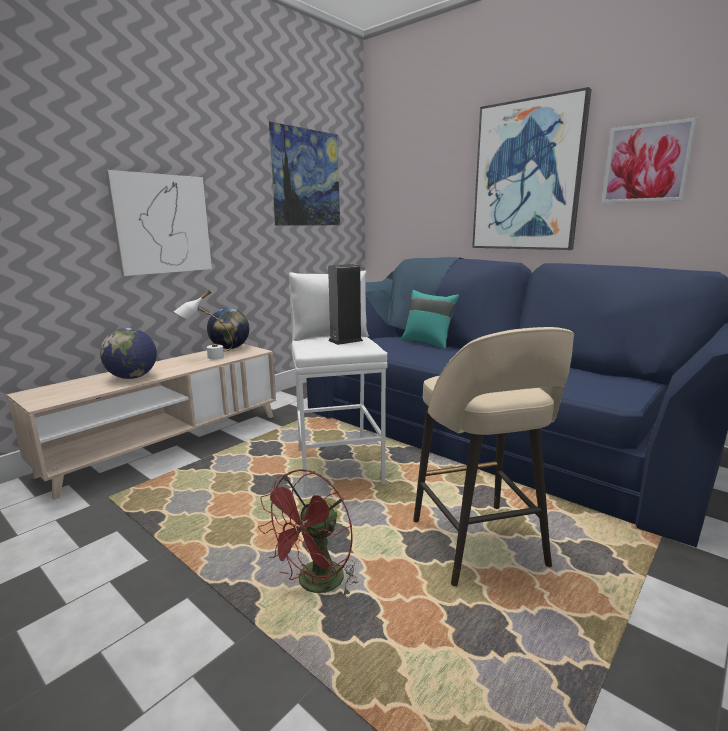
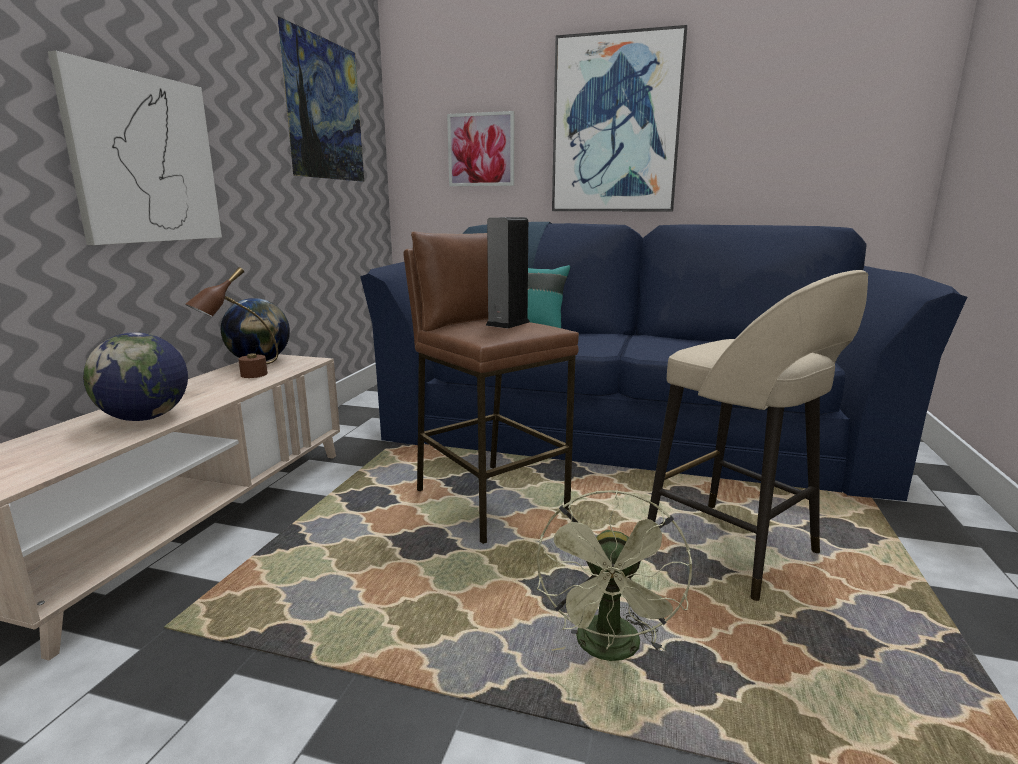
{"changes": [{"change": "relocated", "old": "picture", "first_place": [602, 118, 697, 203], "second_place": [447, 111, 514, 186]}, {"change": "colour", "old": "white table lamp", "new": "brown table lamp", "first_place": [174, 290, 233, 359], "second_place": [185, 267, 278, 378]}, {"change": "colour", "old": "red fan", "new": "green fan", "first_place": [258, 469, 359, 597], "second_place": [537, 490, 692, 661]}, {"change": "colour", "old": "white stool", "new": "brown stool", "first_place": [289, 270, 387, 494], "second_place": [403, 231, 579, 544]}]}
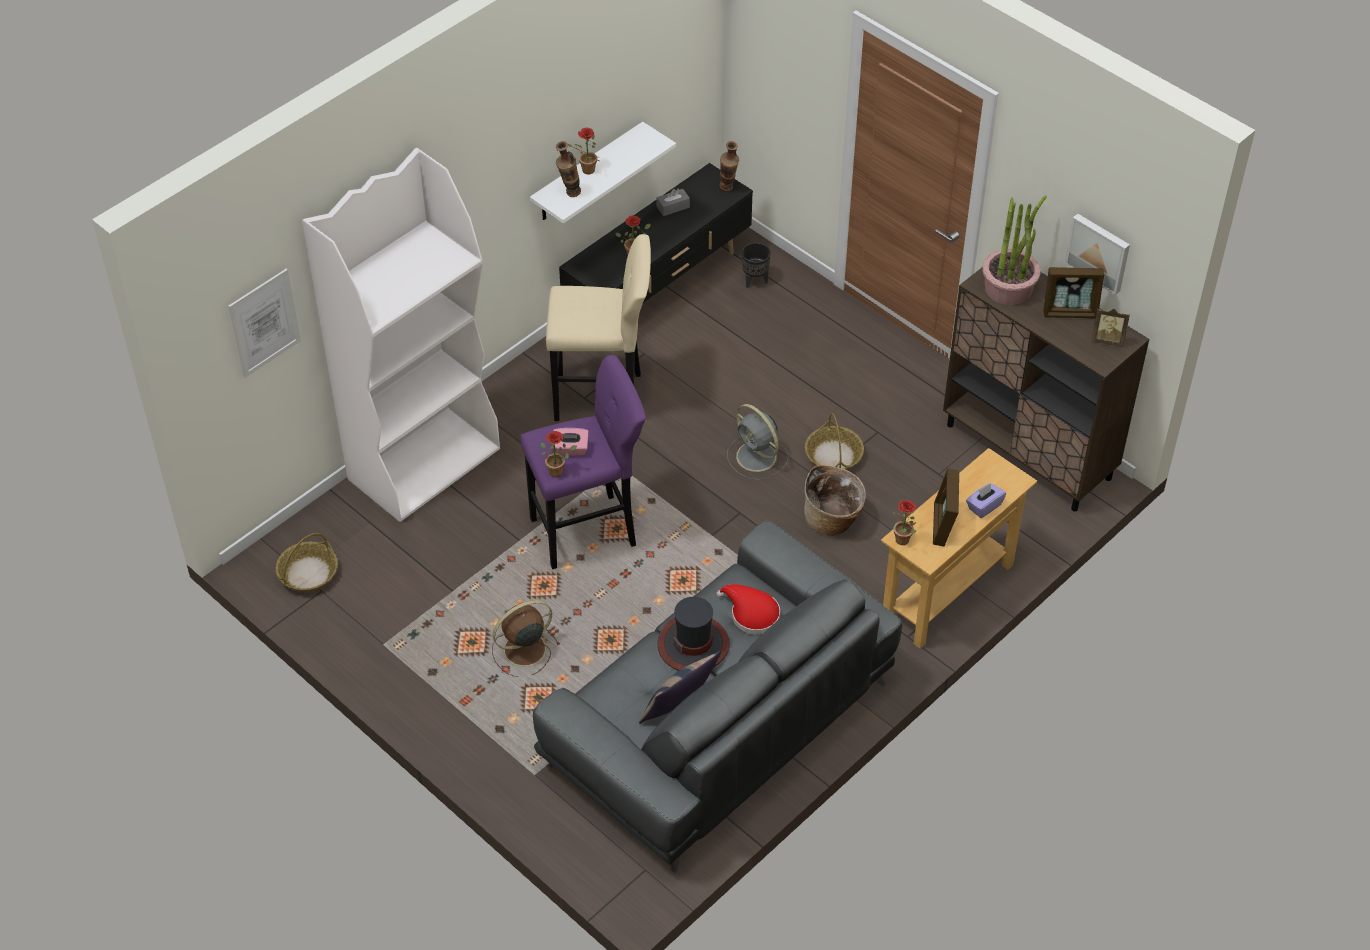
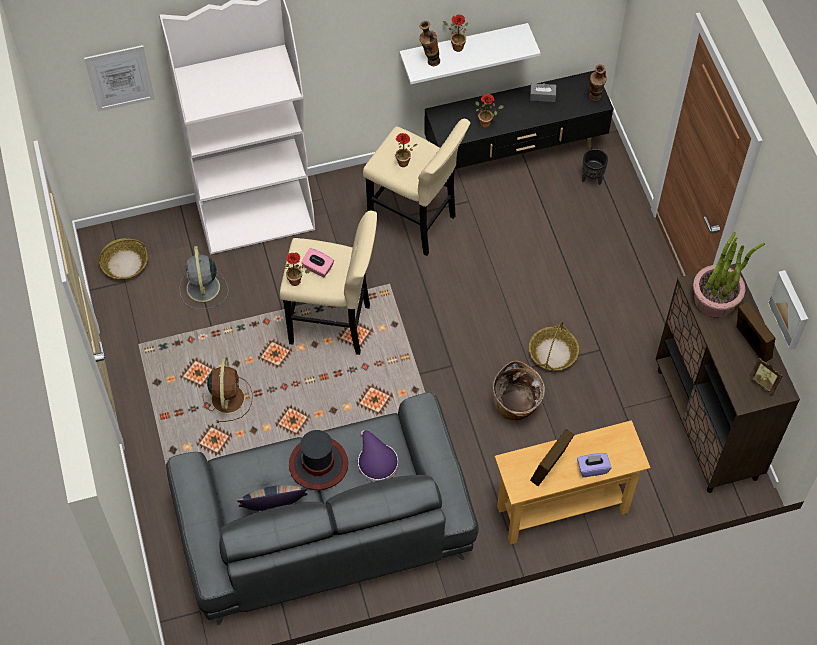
{"changes": [{"change": "relocated", "old": "grey fan", "first_place": [727, 404, 789, 480], "second_place": [180, 246, 229, 309]}, {"change": "relocated", "old": "potted plant", "first_place": [893, 500, 916, 545], "second_place": [395, 133, 417, 167]}, {"change": "colour", "old": "purple stool", "new": "beige stool", "first_place": [520, 355, 646, 569], "second_place": [280, 211, 377, 355]}, {"change": "colour", "old": "red hat", "new": "purple hat", "first_place": [717, 584, 780, 635], "second_place": [358, 431, 398, 482]}, {"change": "spun", "old": "brown fan", "first_place": [492, 600, 560, 677], "second_place": [203, 357, 253, 423], "degrees": 90}, {"change": "spun", "old": "picture frame", "first_place": [1043, 267, 1104, 319], "second_place": [736, 301, 776, 362], "degrees": -150}]}
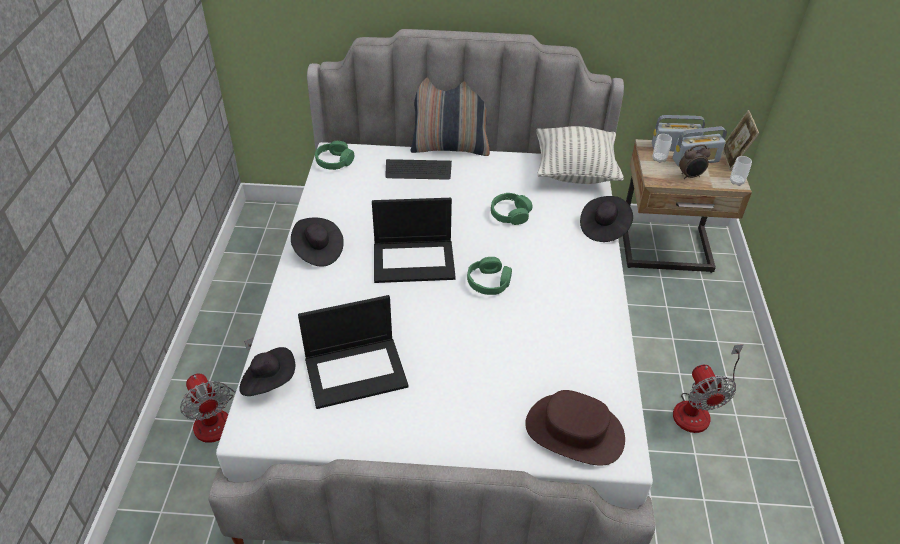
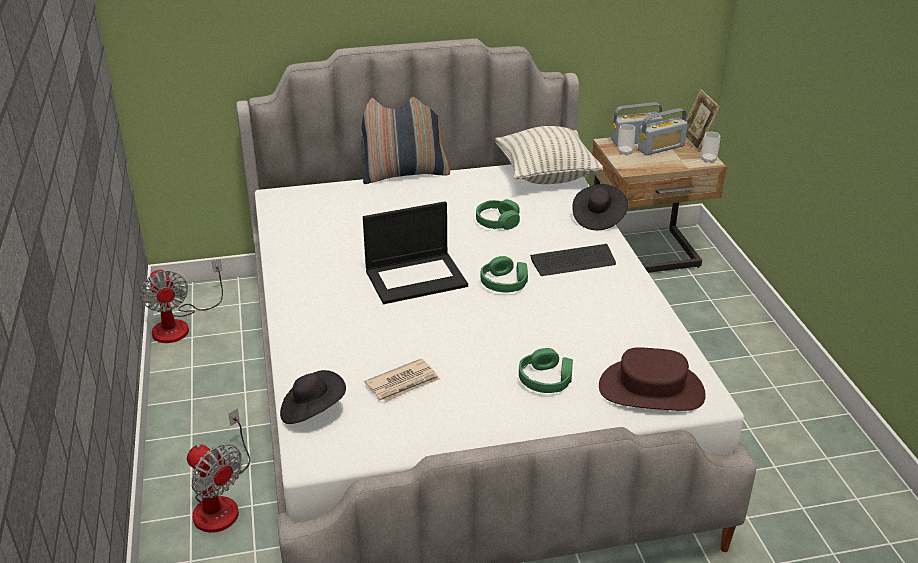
{"changes": [{"change": "missing", "old": "black hat", "first_place": [291, 217, 344, 267]}, {"change": "missing", "old": "alarm clock", "first_place": [679, 144, 711, 179]}, {"change": "relocated", "old": "green headphones", "first_place": [315, 141, 354, 170], "second_place": [519, 348, 573, 393]}, {"change": "relocated", "old": "keyboard", "first_place": [386, 159, 452, 180], "second_place": [530, 244, 616, 276]}, {"change": "relocated", "old": "fan", "first_place": [673, 344, 744, 433], "second_place": [140, 259, 223, 343]}, {"change": "exchanged", "old": "laptop", "new": "newspaper", "first_place": [298, 295, 409, 409], "second_place": [364, 358, 440, 403]}]}
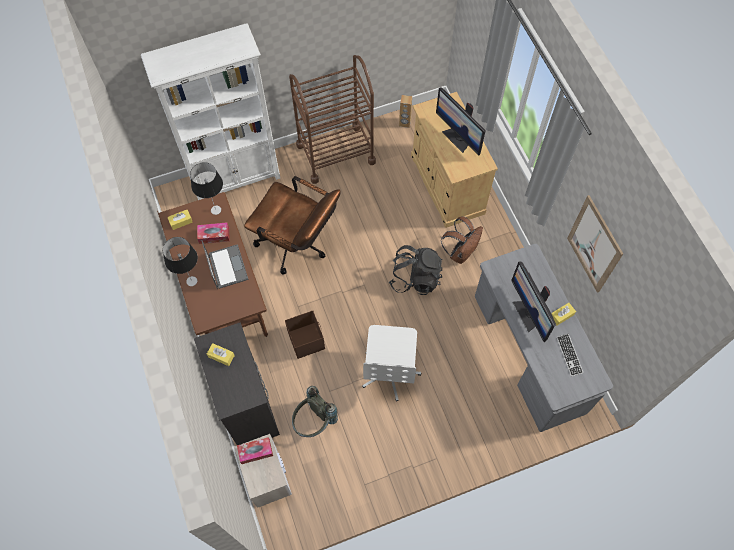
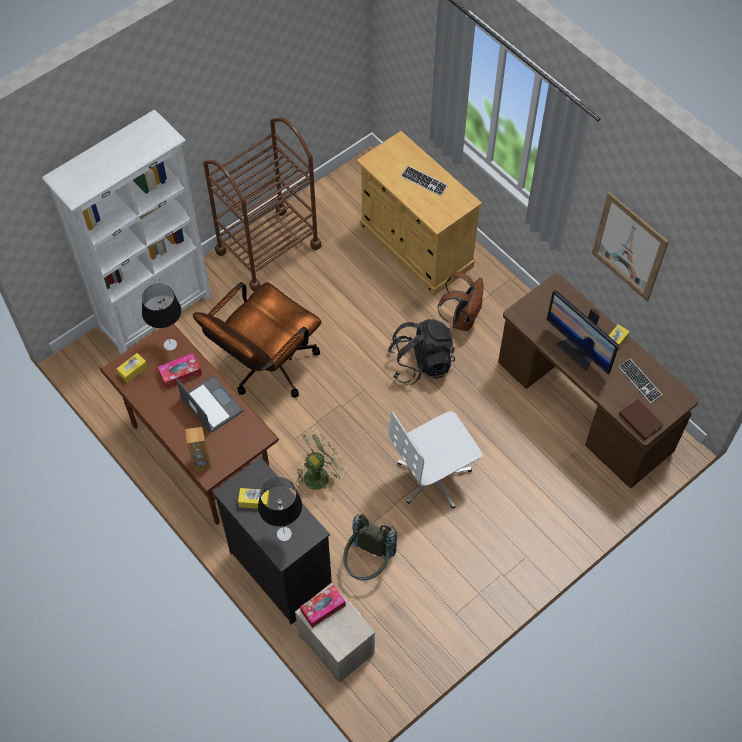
{"changes": [{"change": "appeared", "new": "brown book", "second_place": [619, 399, 663, 440]}, {"change": "relocated", "old": "table lamp", "first_place": [163, 237, 198, 286], "second_place": [258, 477, 302, 541]}, {"change": "relocated", "old": "brown speaker", "first_place": [399, 95, 412, 128], "second_place": [185, 427, 211, 471]}, {"change": "exchanged", "old": "brown storage box", "new": "green fan", "first_place": [285, 311, 325, 359], "second_place": [296, 428, 348, 490]}, {"change": "exchanged", "old": "monitor", "new": "keyboard", "first_place": [436, 88, 486, 156], "second_place": [401, 166, 448, 196]}, {"change": "colour", "old": "grey desk", "new": "brown desk", "first_place": [475, 244, 613, 432], "second_place": [498, 273, 699, 488]}, {"change": "spun", "old": "brown office chair", "first_place": [244, 176, 340, 275], "second_place": [193, 282, 321, 398], "degrees": 120}, {"change": "spun", "old": "white office chair", "first_place": [362, 325, 421, 402], "second_place": [389, 411, 482, 509], "degrees": 75}]}
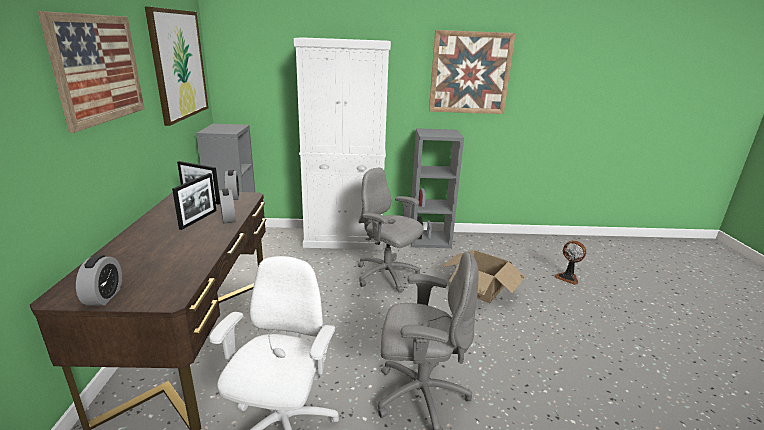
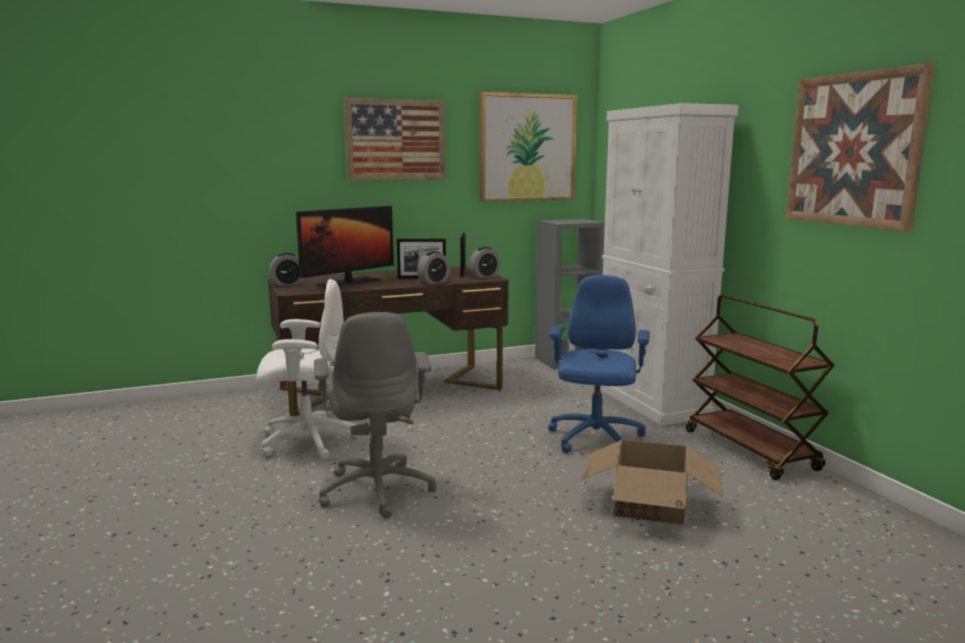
{"changes": [{"change": "missing", "old": "fan", "first_place": [554, 241, 586, 285]}, {"change": "appeared", "new": "monitor", "second_place": [296, 206, 394, 288]}, {"change": "exchanged", "old": "grey bookcase", "new": "brown cart", "first_place": [411, 128, 464, 248], "second_place": [686, 295, 835, 480]}, {"change": "colour", "old": "grey office chair", "new": "blue office chair", "first_place": [358, 168, 424, 293], "second_place": [548, 275, 649, 453]}]}
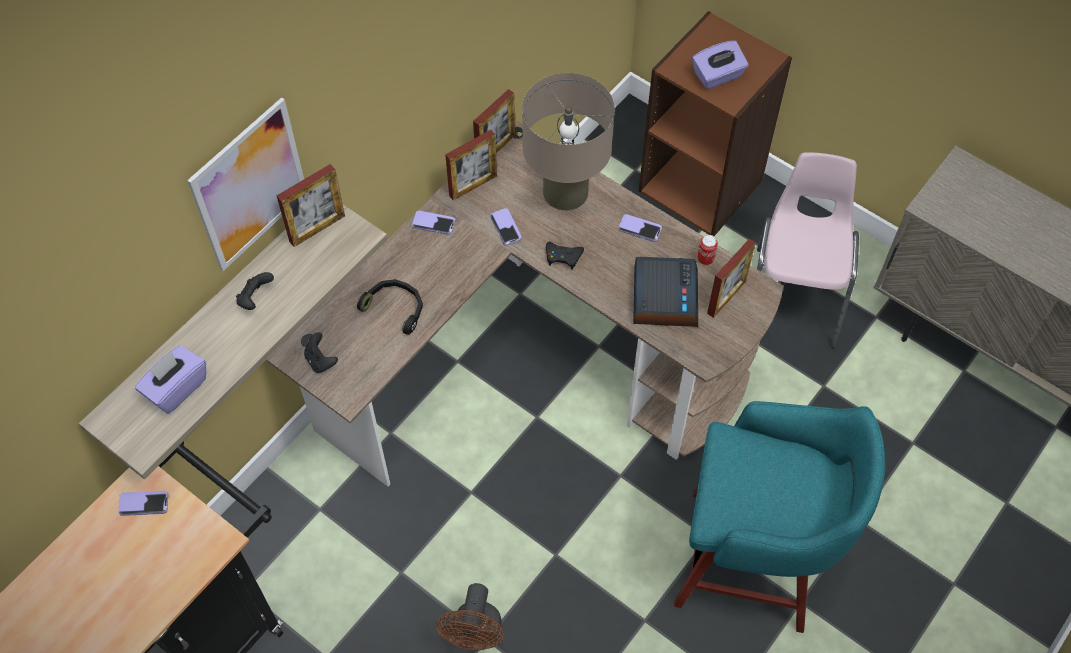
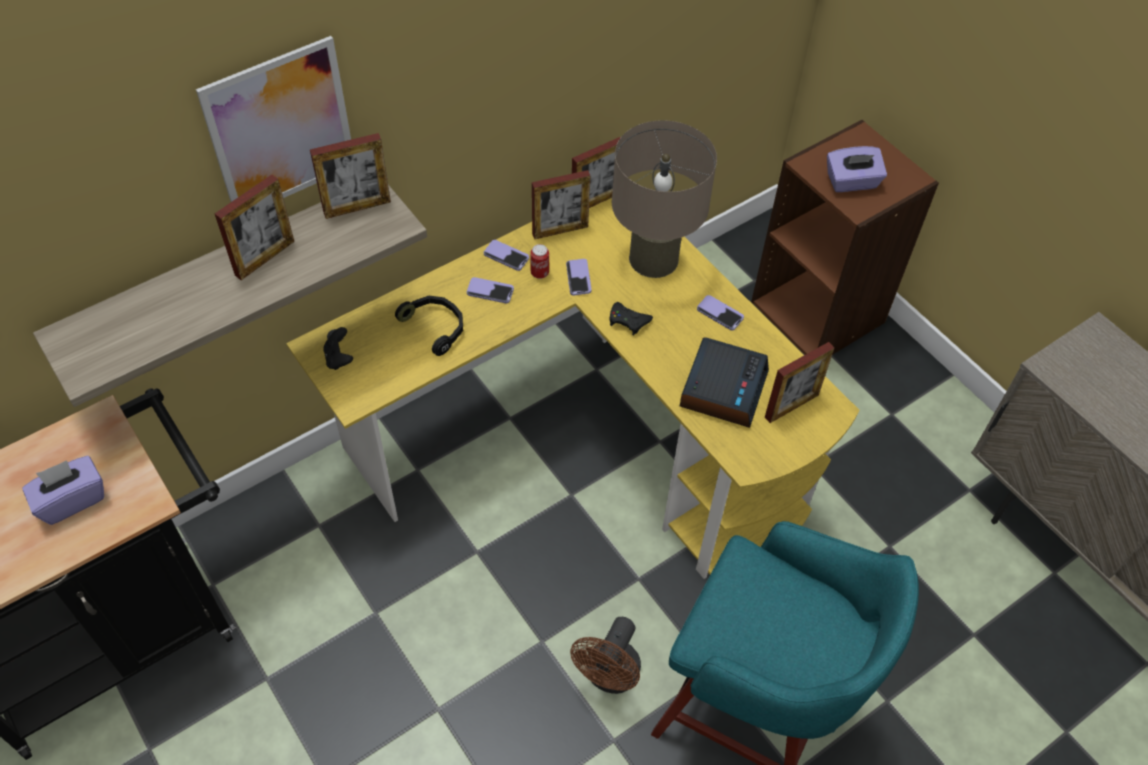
{"changes": [{"change": "missing", "old": "pink chair", "first_place": [757, 152, 859, 348]}, {"change": "relocated", "old": "phone", "first_place": [118, 491, 168, 516], "second_place": [467, 277, 514, 303]}, {"change": "relocated", "old": "purple tissue box", "first_place": [135, 345, 206, 414], "second_place": [22, 456, 104, 525]}, {"change": "relocated", "old": "brown fan", "first_place": [436, 583, 504, 650], "second_place": [570, 617, 641, 694]}, {"change": "relocated", "old": "can", "first_place": [697, 235, 718, 265], "second_place": [530, 244, 549, 279]}, {"change": "exchanged", "old": "black game controller", "new": "picture frame", "first_place": [236, 272, 274, 310], "second_place": [215, 175, 294, 280]}, {"change": "colour", "old": "brown desk", "new": "yellow desk", "first_place": [266, 120, 783, 486], "second_place": [286, 198, 859, 579]}]}
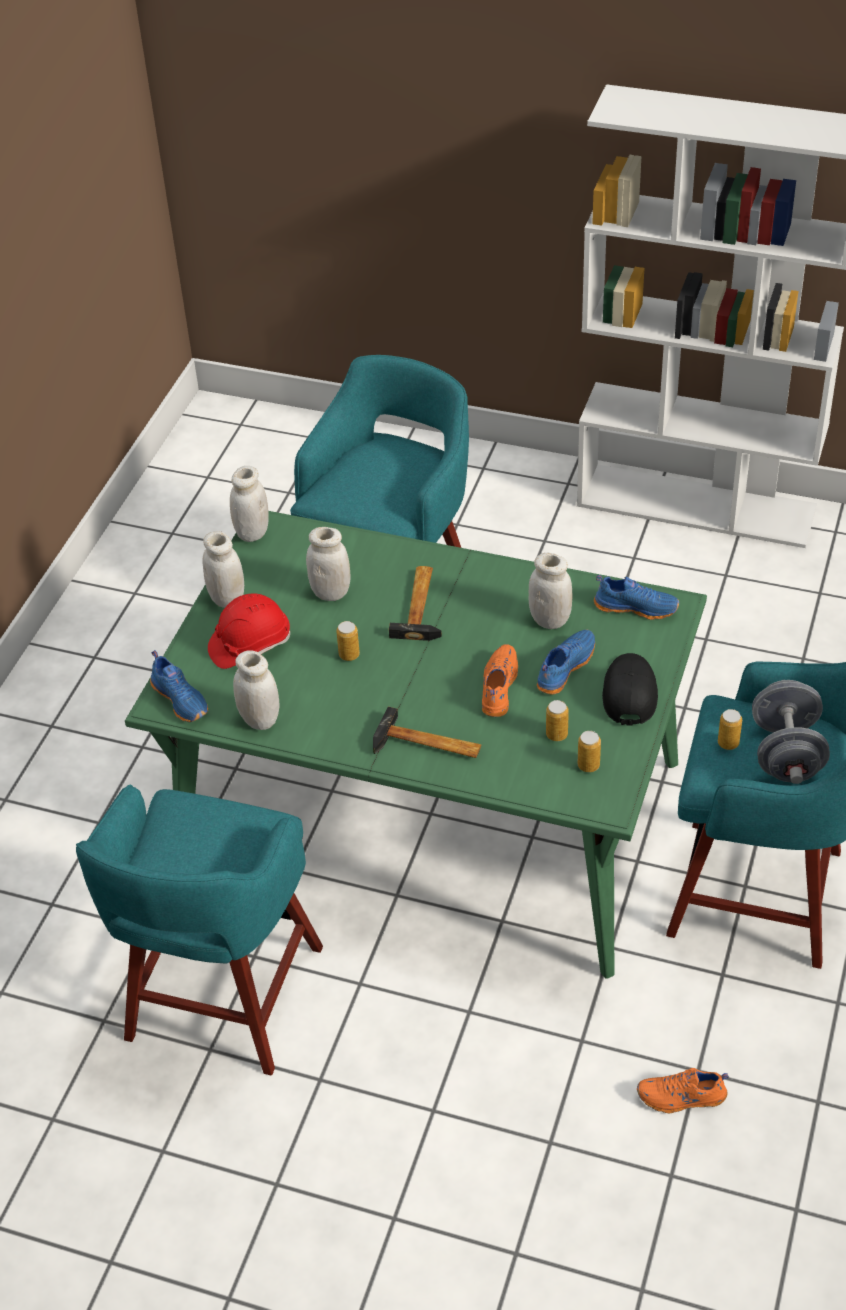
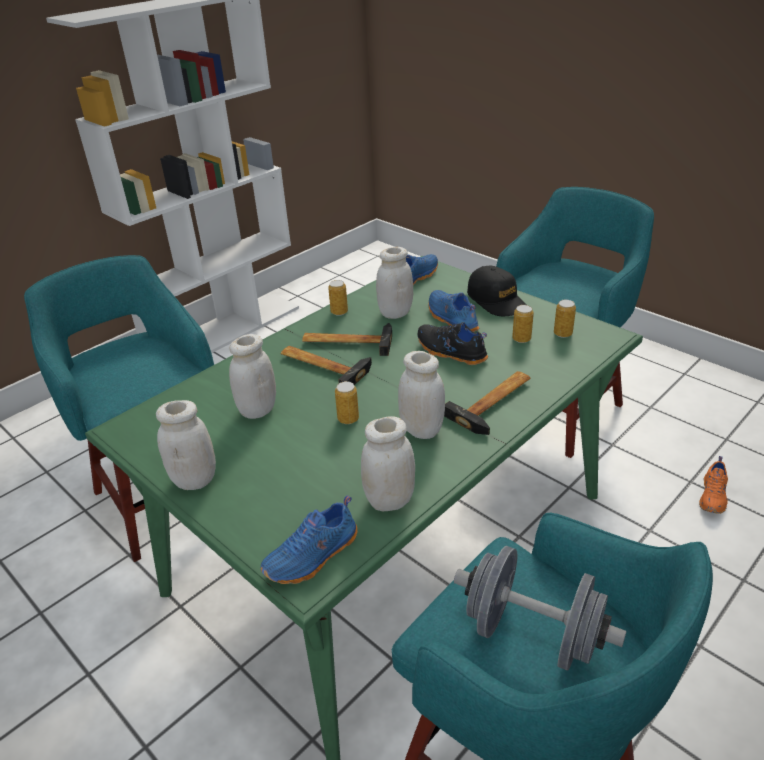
{"changes": [{"change": "missing", "old": "red hard hat", "first_place": [208, 593, 290, 669]}, {"change": "appeared", "new": "hammer", "second_place": [302, 323, 392, 356]}, {"change": "relocated", "old": "white jar", "first_place": [230, 466, 269, 542], "second_place": [398, 351, 445, 439]}, {"change": "relocated", "old": "can", "first_place": [718, 709, 742, 750], "second_place": [328, 280, 348, 316]}, {"change": "relocated", "old": "grey dumbbell", "first_place": [752, 680, 830, 784], "second_place": [454, 546, 627, 671]}, {"change": "colour", "old": "orange shoe", "new": "black shoe", "first_place": [482, 644, 518, 717], "second_place": [418, 322, 488, 365]}, {"change": "spun", "old": "blue shoe", "first_place": [150, 650, 208, 722], "second_place": [261, 495, 357, 584], "degrees": 150}, {"change": "spun", "old": "black cap", "first_place": [602, 653, 658, 725], "second_place": [467, 266, 526, 316], "degrees": -150}]}
